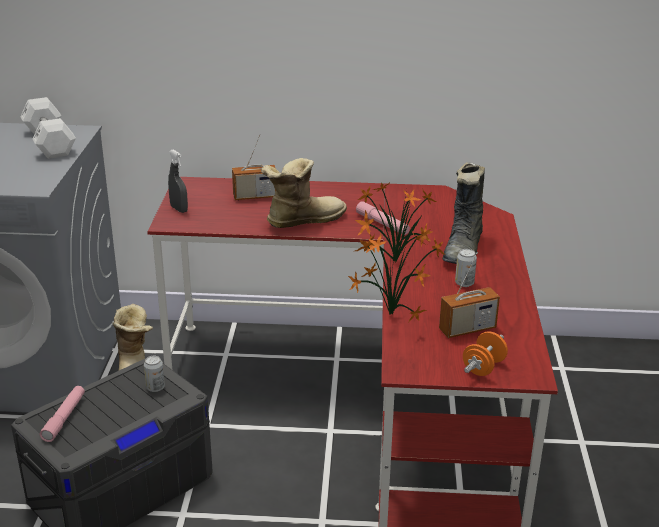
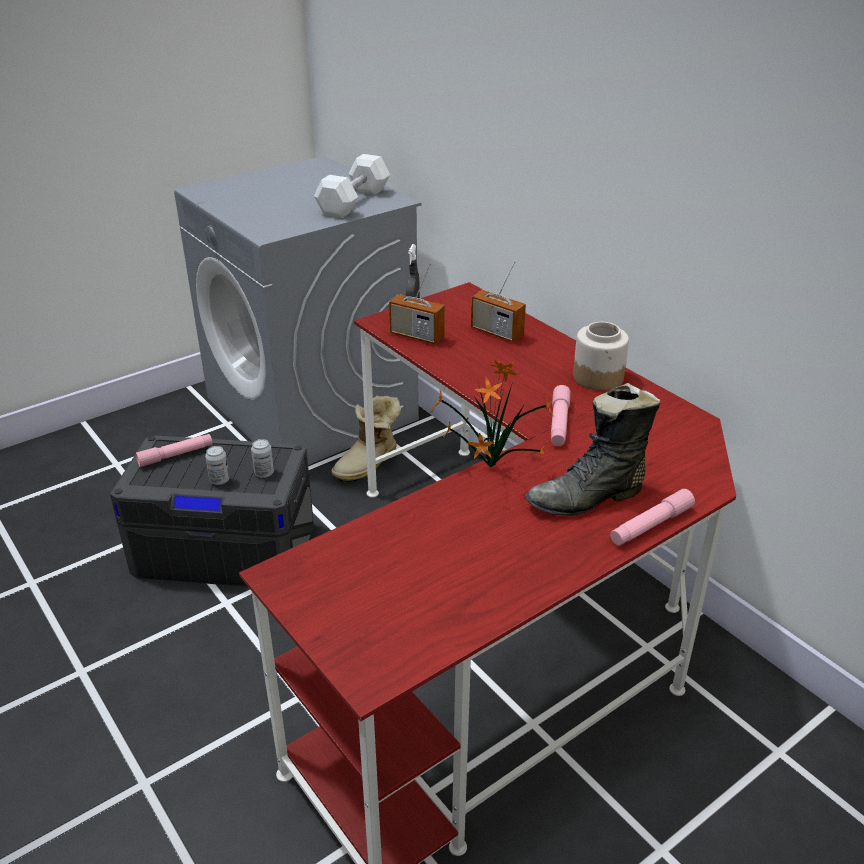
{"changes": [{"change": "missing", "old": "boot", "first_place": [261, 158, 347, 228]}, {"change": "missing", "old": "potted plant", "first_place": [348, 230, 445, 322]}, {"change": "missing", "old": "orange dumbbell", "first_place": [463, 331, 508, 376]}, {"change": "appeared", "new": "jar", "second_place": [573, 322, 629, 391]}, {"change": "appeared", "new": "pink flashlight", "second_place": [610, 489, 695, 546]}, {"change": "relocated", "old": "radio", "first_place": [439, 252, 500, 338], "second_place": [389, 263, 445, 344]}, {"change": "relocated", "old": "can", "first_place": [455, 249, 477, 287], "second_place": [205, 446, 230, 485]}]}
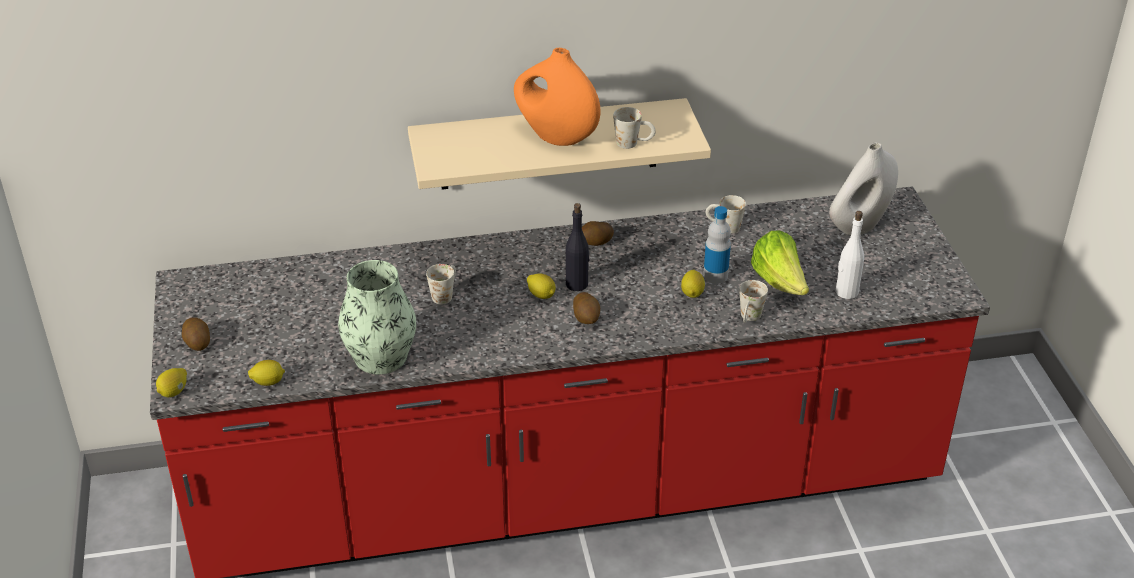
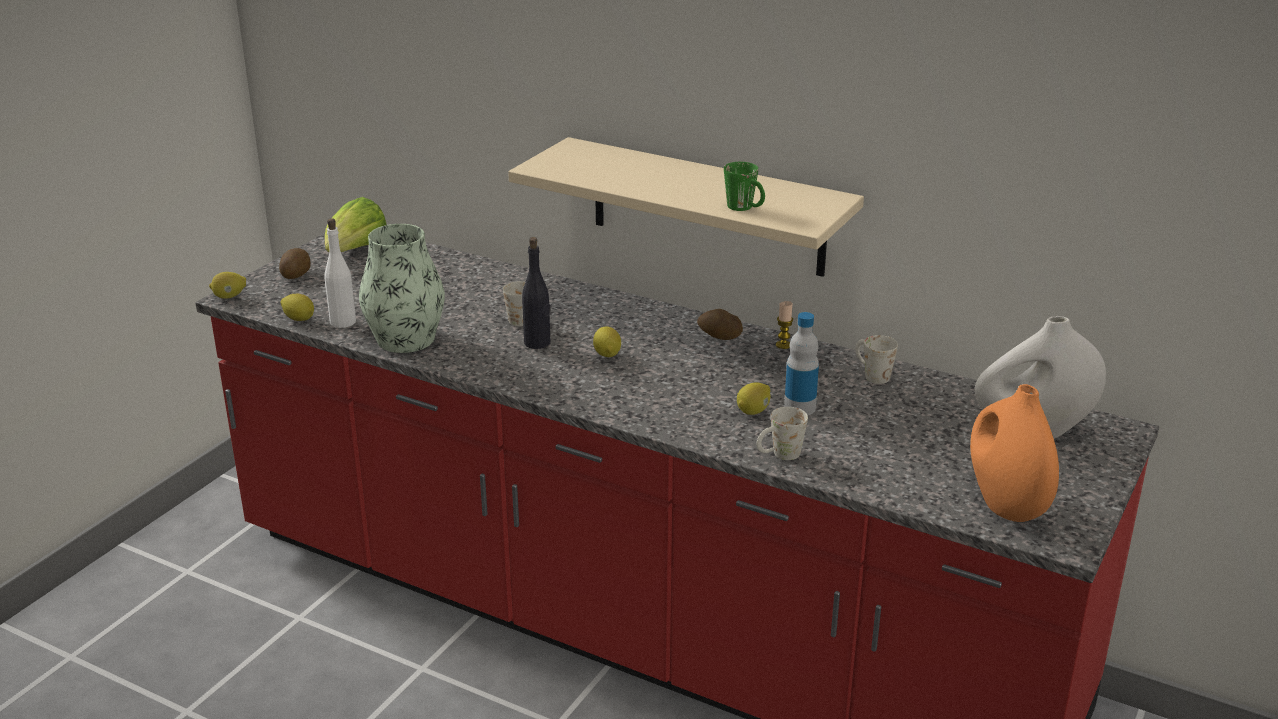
{"changes": [{"change": "missing", "old": "potato", "first_place": [573, 292, 600, 324]}, {"change": "appeared", "new": "candle", "second_place": [776, 301, 793, 349]}, {"change": "relocated", "old": "orange vase", "first_place": [514, 48, 600, 146], "second_place": [970, 384, 1059, 522]}, {"change": "relocated", "old": "black bottle", "first_place": [566, 203, 590, 291], "second_place": [522, 237, 551, 349]}, {"change": "relocated", "old": "lettuce", "first_place": [751, 230, 809, 295], "second_place": [325, 197, 386, 252]}, {"change": "relocated", "old": "white bottle", "first_place": [836, 211, 864, 299], "second_place": [324, 218, 356, 328]}, {"change": "colour", "old": "white mug", "new": "green mug", "first_place": [613, 107, 656, 149], "second_place": [724, 162, 765, 211]}]}
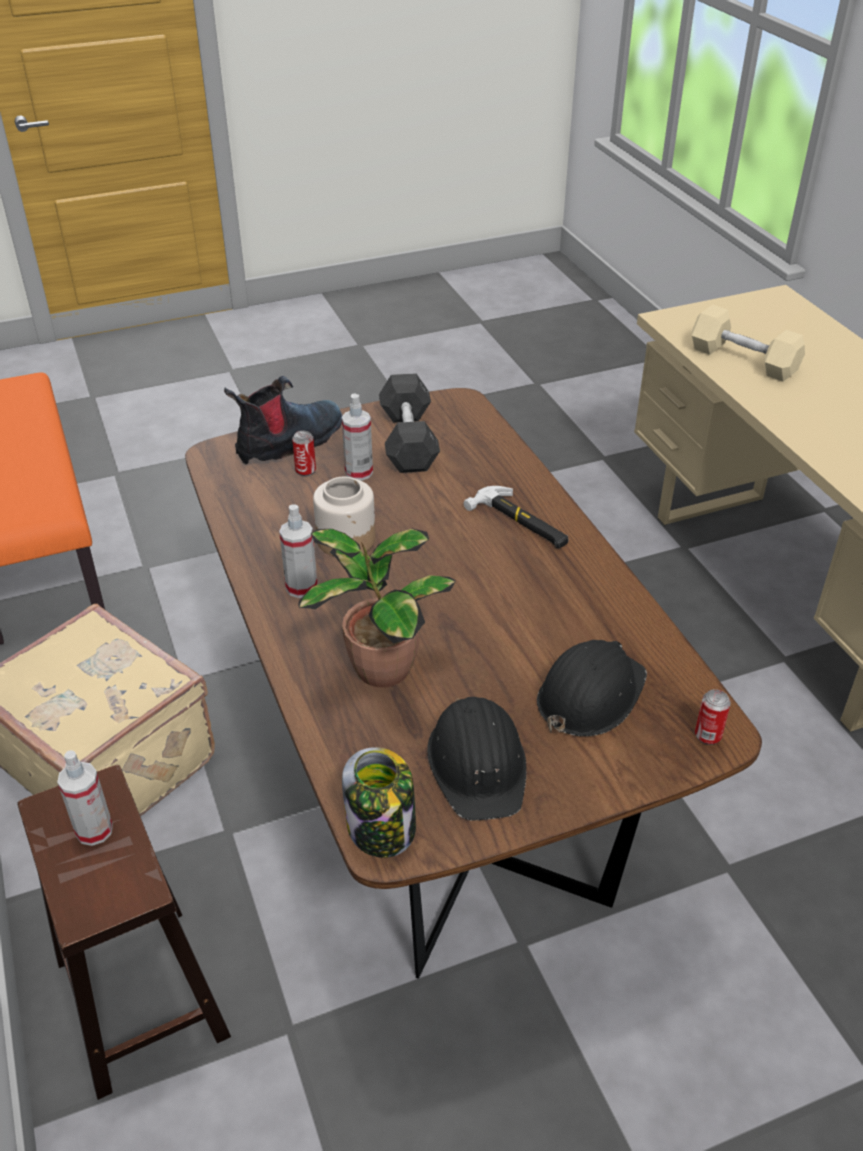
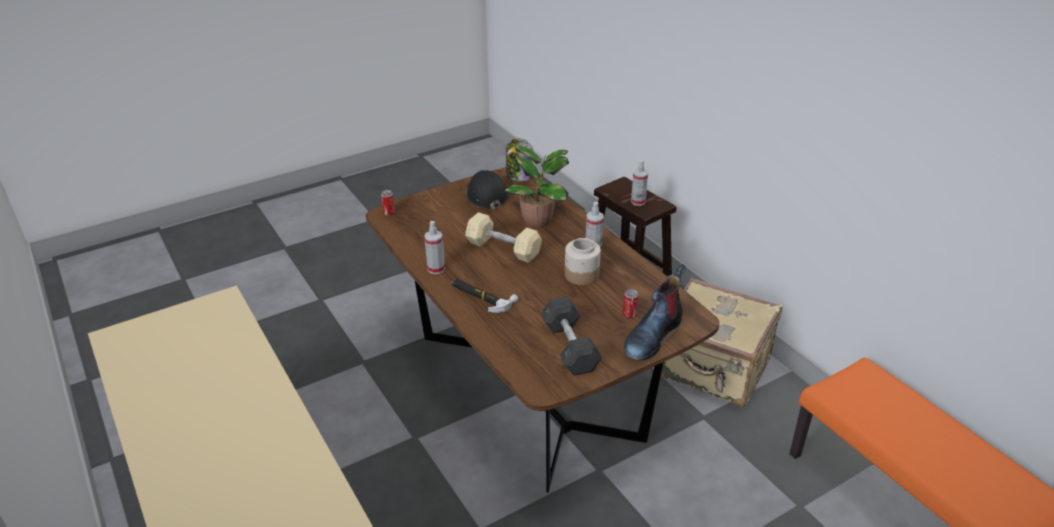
{"changes": [{"change": "missing", "old": "black hard hat", "first_place": [537, 640, 647, 736]}, {"change": "relocated", "old": "spray bottle", "first_place": [342, 393, 373, 481], "second_place": [424, 221, 445, 274]}, {"change": "relocated", "old": "beige dumbbell", "first_place": [691, 305, 805, 382], "second_place": [465, 212, 542, 263]}]}
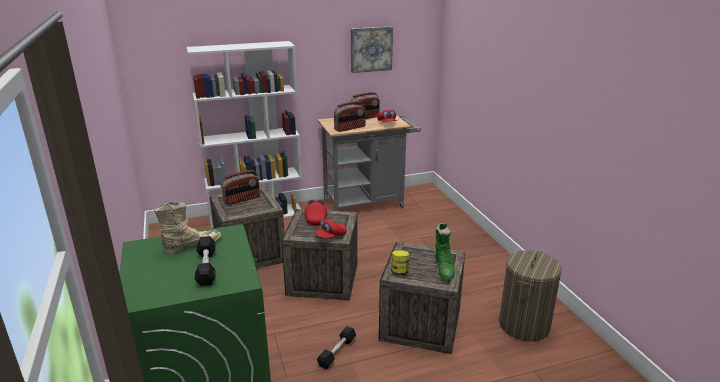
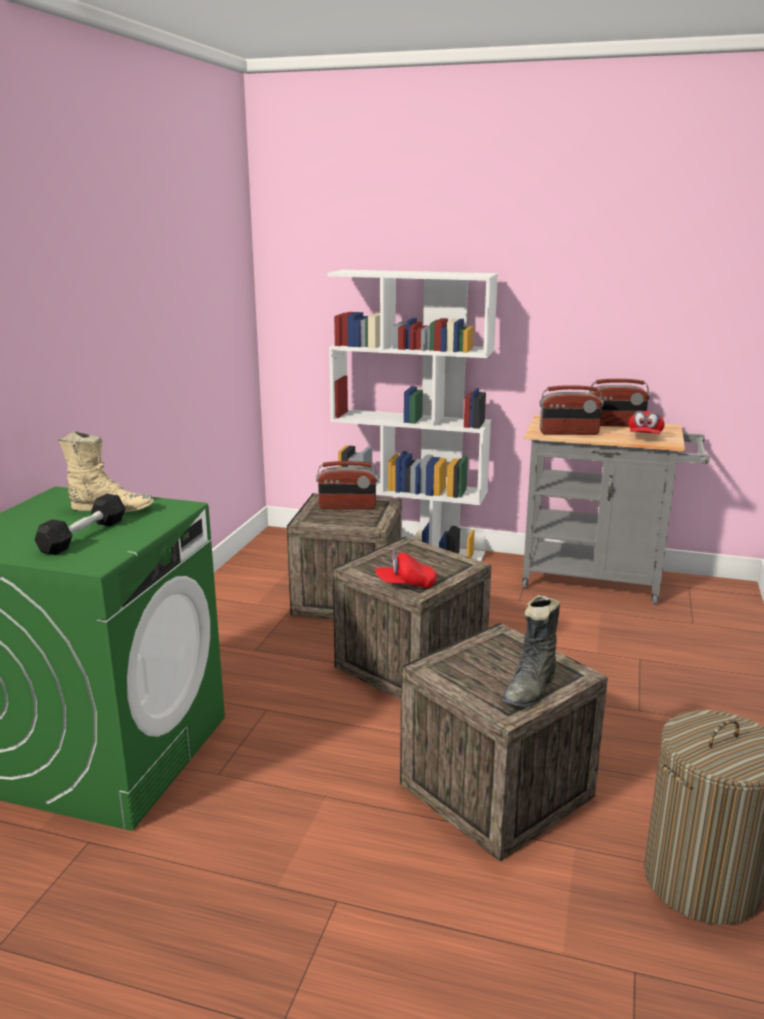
{"changes": [{"change": "missing", "old": "red cap", "first_place": [304, 199, 327, 226]}, {"change": "missing", "old": "black dumbbell", "first_place": [317, 326, 356, 369]}, {"change": "missing", "old": "picture", "first_place": [351, 26, 393, 73]}, {"change": "missing", "old": "jar", "first_place": [391, 250, 410, 275]}, {"change": "colour", "old": "green boot", "new": "black boot", "first_place": [435, 223, 455, 279], "second_place": [502, 595, 560, 707]}]}
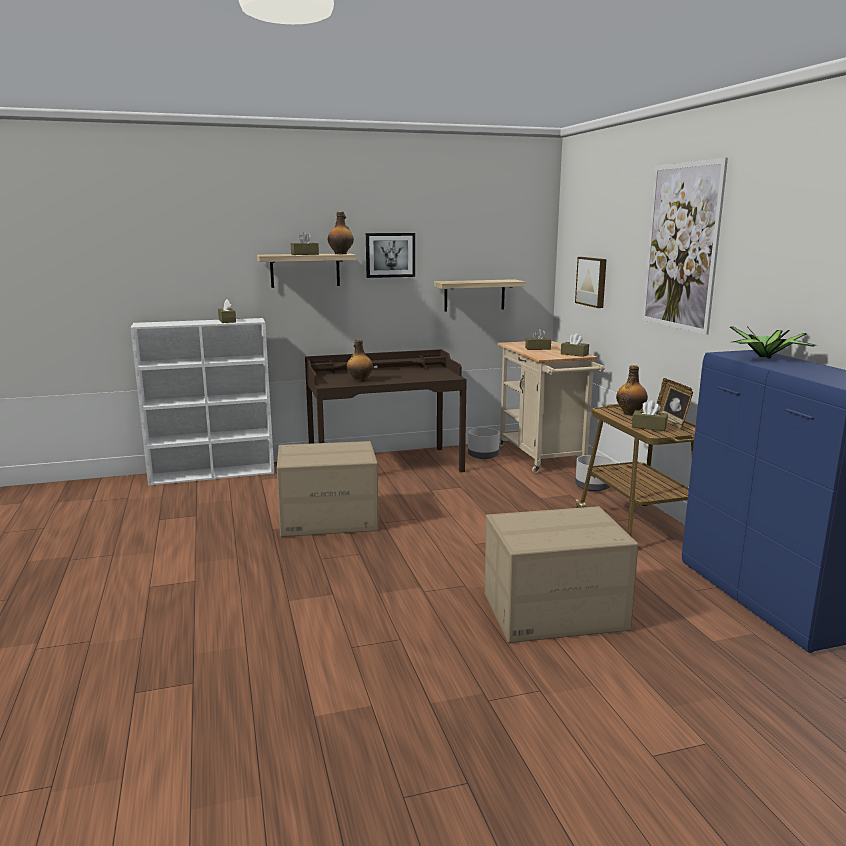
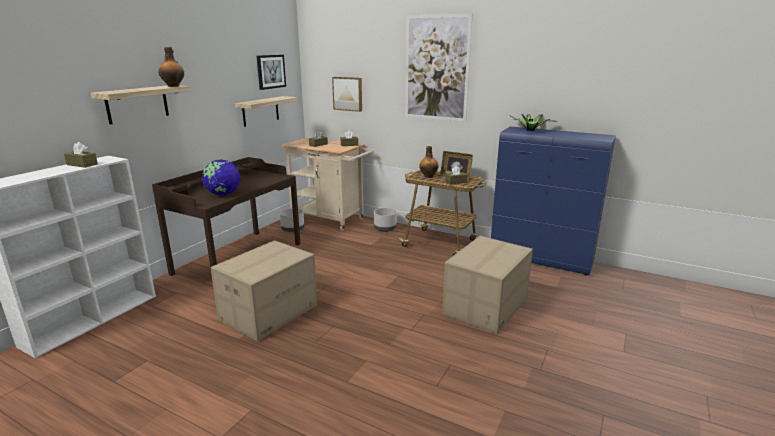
{"changes": [{"change": "missing", "old": "brown tissue box", "first_place": [291, 232, 319, 255]}, {"change": "relocated", "old": "picture", "first_place": [366, 233, 415, 278], "second_place": [257, 55, 286, 90]}, {"change": "exchanged", "old": "bottle", "new": "globe", "first_place": [347, 339, 373, 382], "second_place": [202, 160, 240, 196]}]}
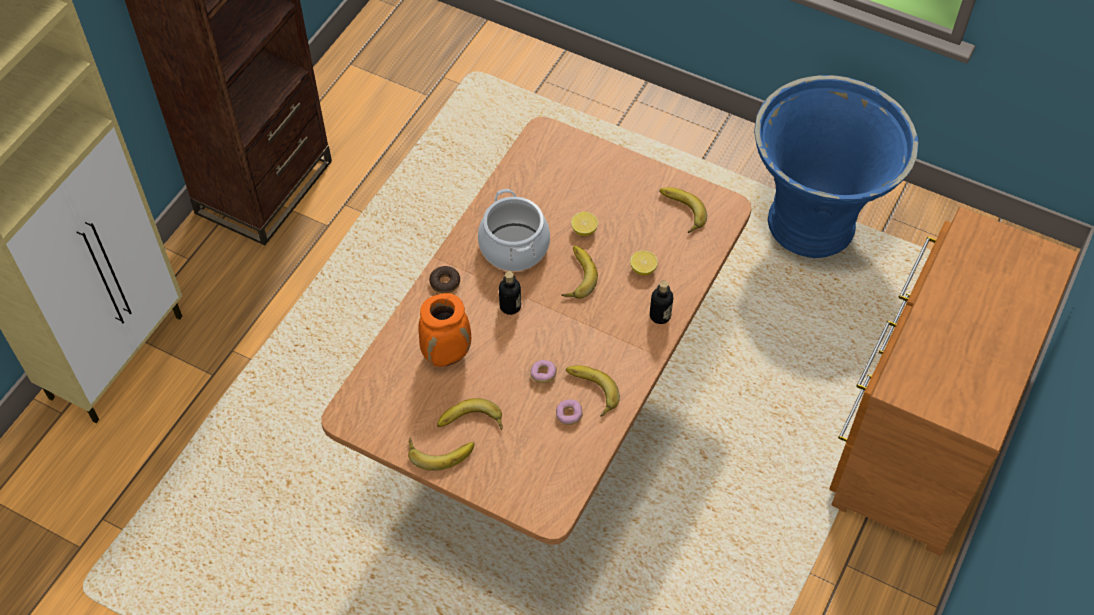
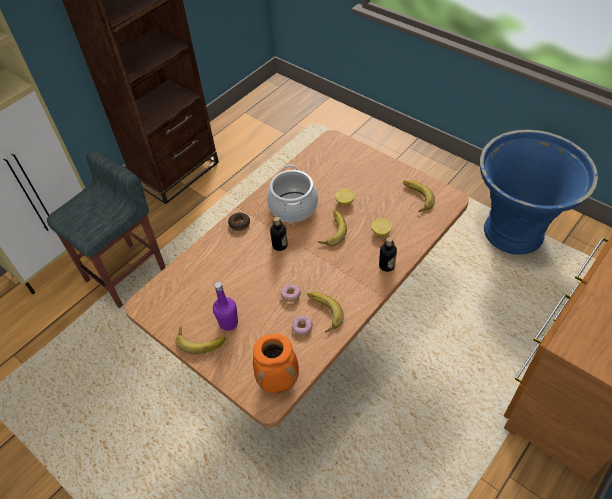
{"changes": [{"change": "appeared", "new": "grey stool", "second_place": [47, 150, 166, 308]}, {"change": "relocated", "old": "orange vase", "first_place": [418, 293, 471, 367], "second_place": [253, 334, 299, 393]}, {"change": "exchanged", "old": "banana", "new": "purple bottle", "first_place": [437, 398, 503, 430], "second_place": [213, 282, 238, 331]}]}
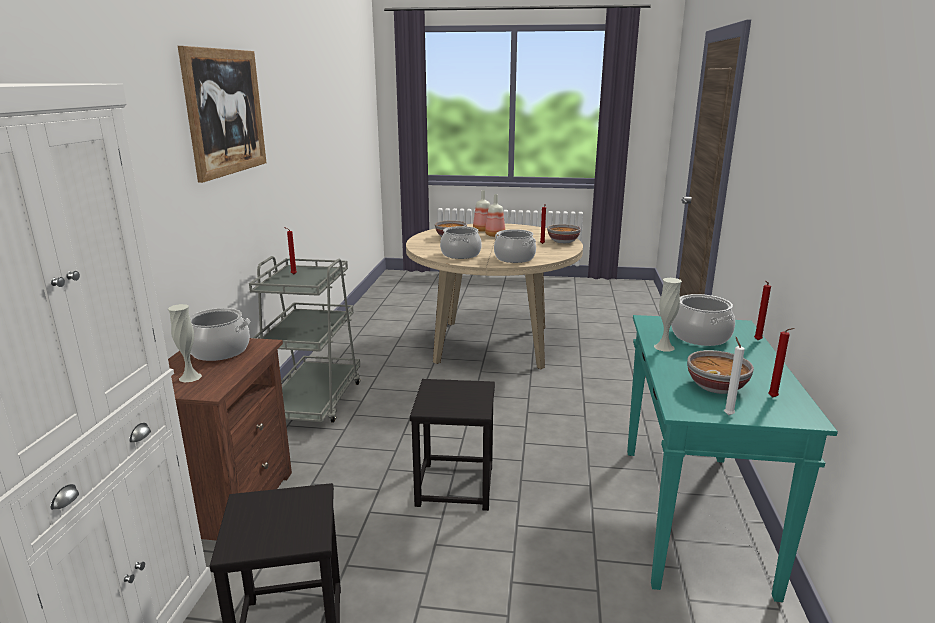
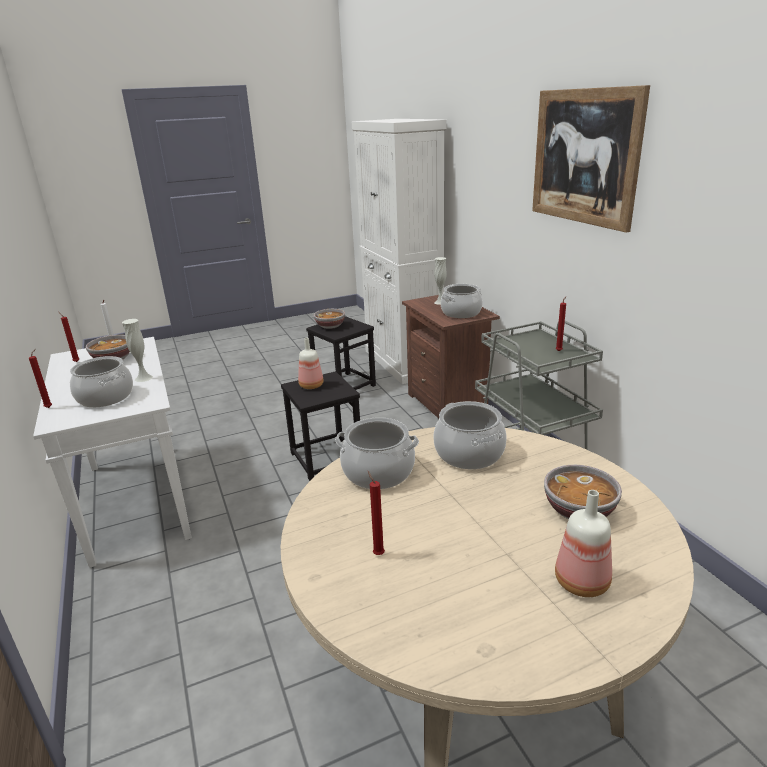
{"changes": [{"change": "relocated", "old": "bottle", "first_place": [485, 194, 505, 237], "second_place": [298, 338, 324, 389]}, {"change": "relocated", "old": "bowl", "first_place": [547, 224, 581, 243], "second_place": [314, 309, 345, 329]}, {"change": "colour", "old": "turquoise console table", "new": "white console table", "first_place": [627, 315, 838, 602], "second_place": [33, 337, 192, 568]}]}
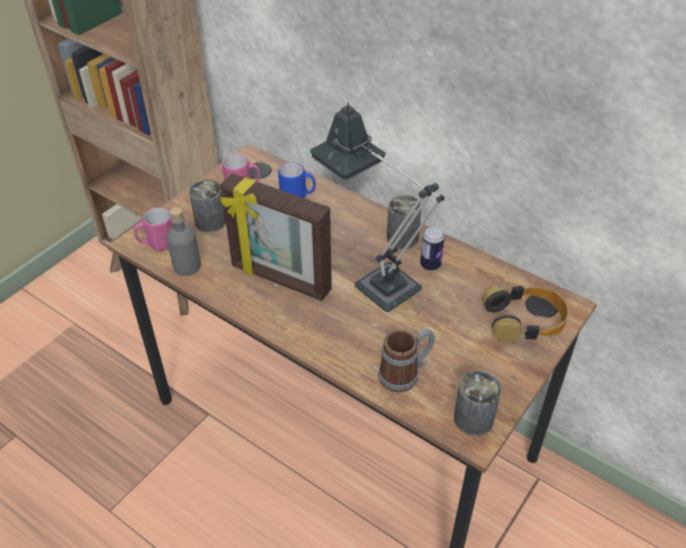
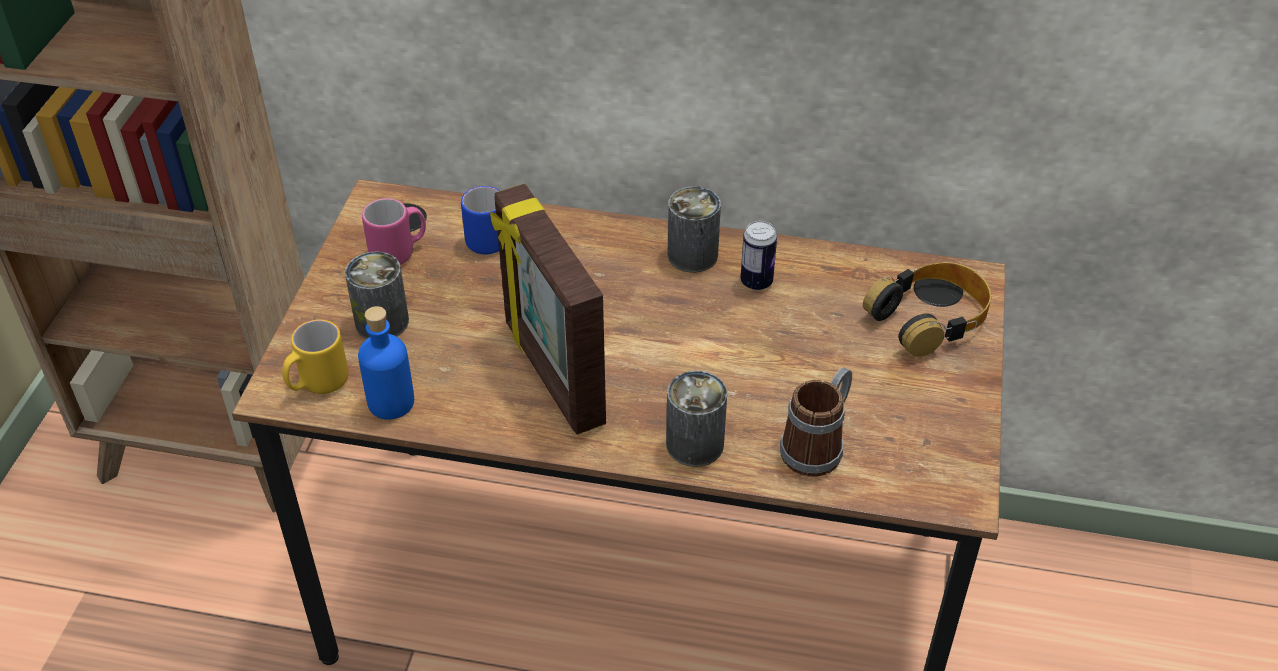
{"changes": [{"change": "missing", "old": "table lamp", "first_place": [310, 103, 445, 312]}, {"change": "relocated", "old": "can", "first_place": [454, 371, 501, 436], "second_place": [666, 370, 727, 467]}, {"change": "colour", "old": "pink mug", "new": "yellow mug", "first_place": [134, 207, 173, 251], "second_place": [282, 320, 349, 394]}, {"change": "colour", "old": "grey bottle", "new": "blue bottle", "first_place": [167, 207, 201, 276], "second_place": [358, 306, 414, 420]}, {"change": "spun", "old": "picture frame", "first_place": [220, 173, 332, 301], "second_place": [490, 183, 606, 435], "degrees": 60}]}
